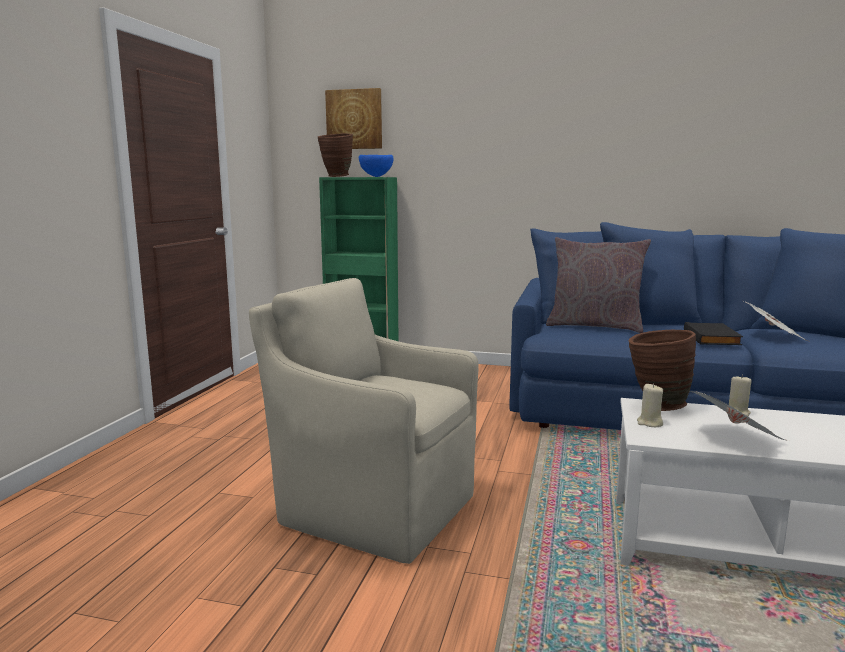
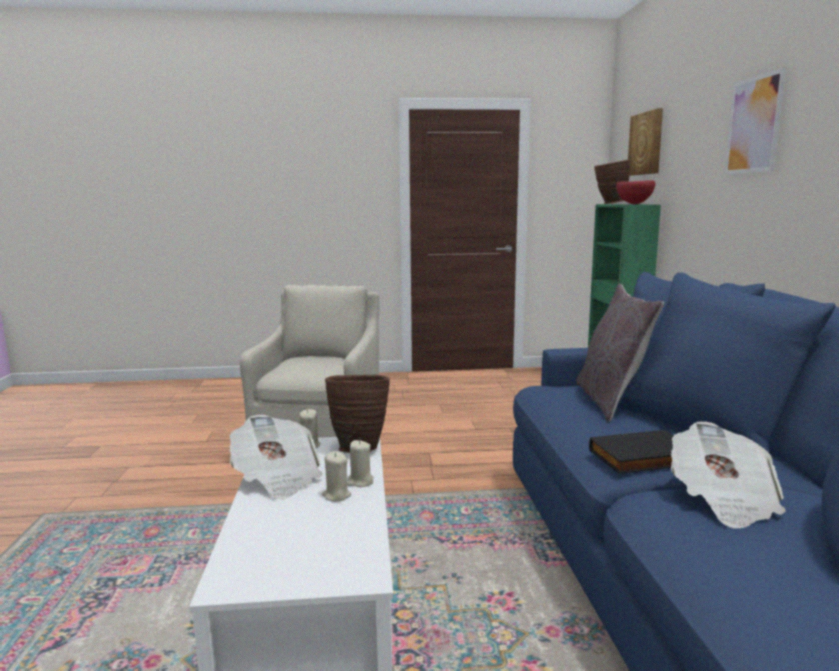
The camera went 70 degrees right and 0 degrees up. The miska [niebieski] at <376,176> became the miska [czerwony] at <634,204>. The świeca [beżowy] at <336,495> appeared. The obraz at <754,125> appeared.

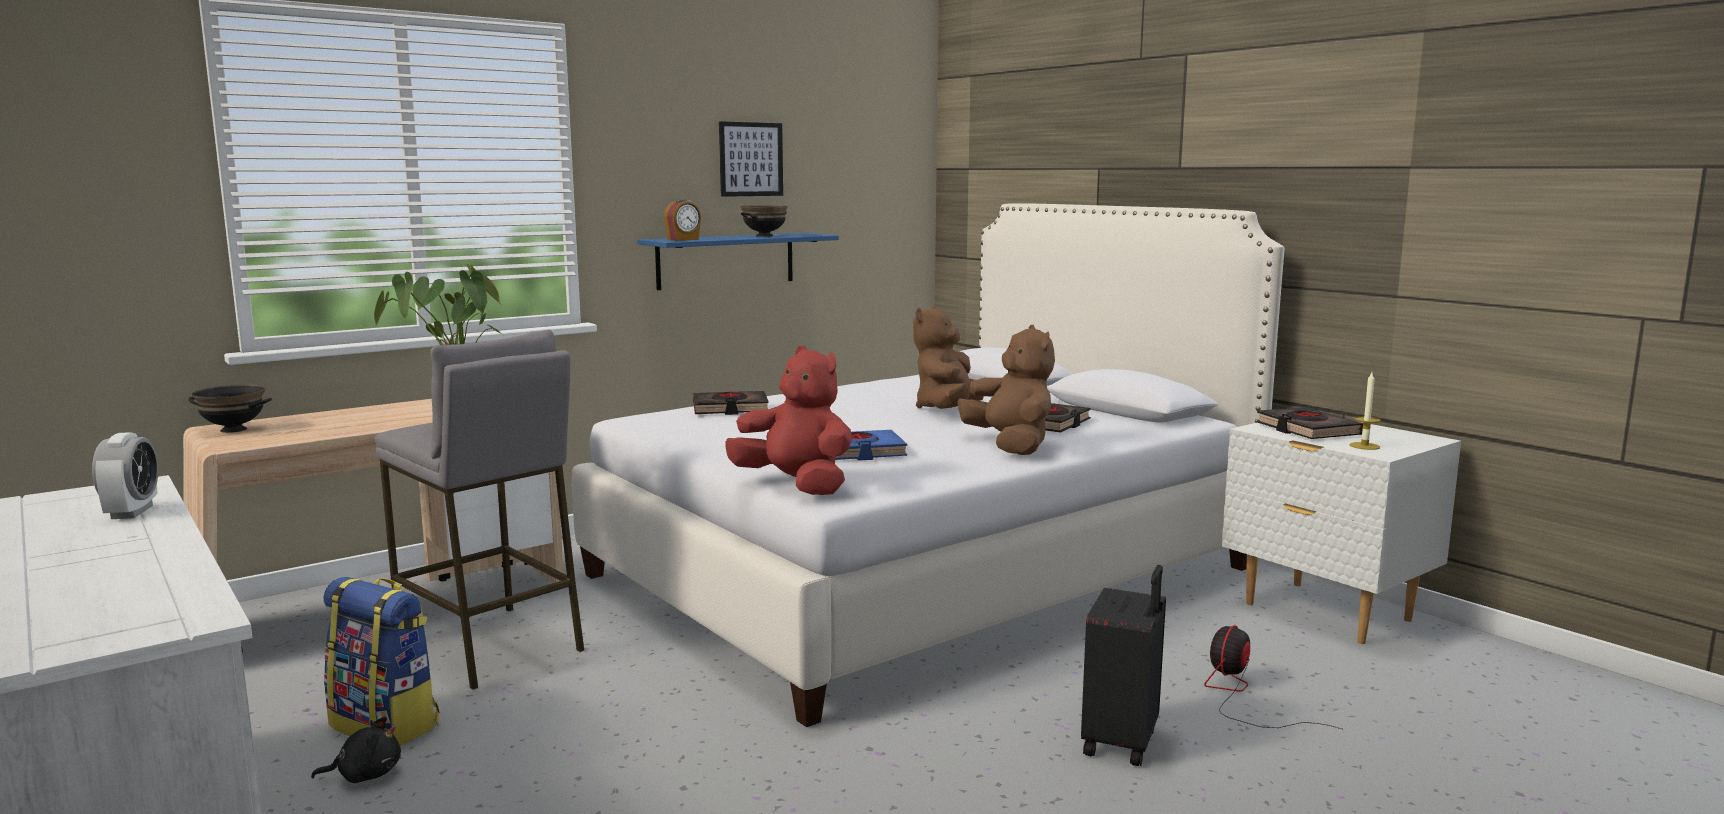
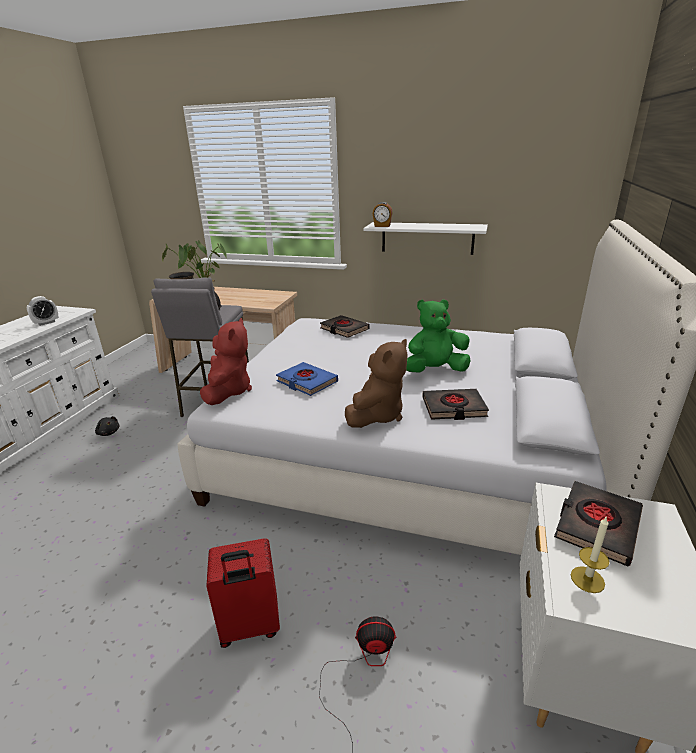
The camera went 55 degrees right and 15 degrees up. The plecak at <387,725> disappeared. The półka [niebieski] at <726,260> became the półka [biały] at <427,238>. The obraz at <751,159> disappeared. The miska [czarny] at <764,236> disappeared. The pluszak [brązowy] at <948,410> became the pluszak [zielony] at <435,370>. The walizka [czarny] at <1122,742> became the walizka [czerwony] at <250,627>.

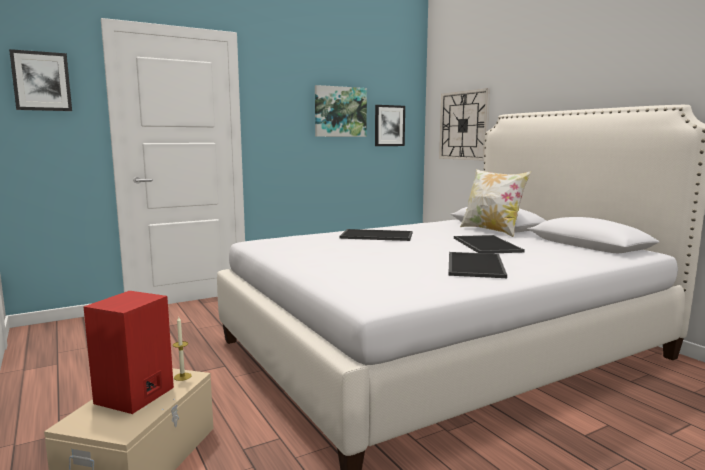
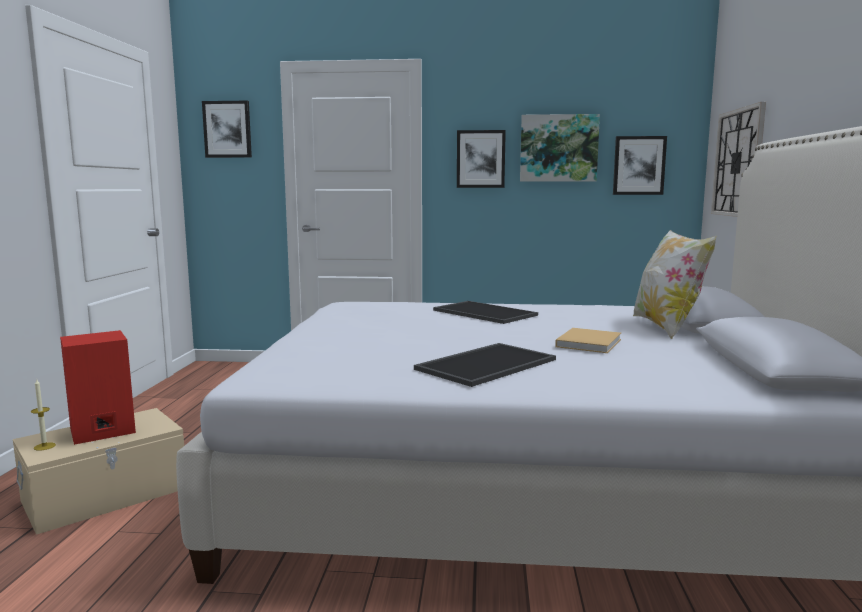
The camera went 35 degrees right and 0 degrees up. The świeca moved from <182,376> to <44,446>. The taca at <485,244> was replaced by the książka [beżowy] at <589,342>. The obraz at <480,159> appeared.

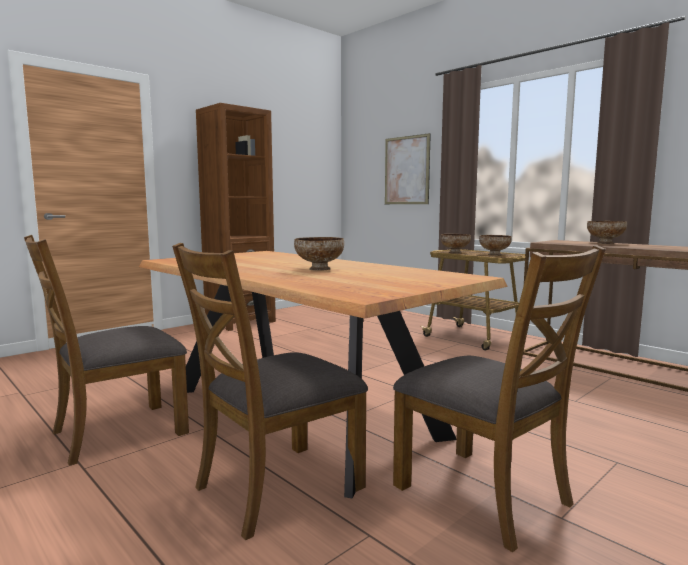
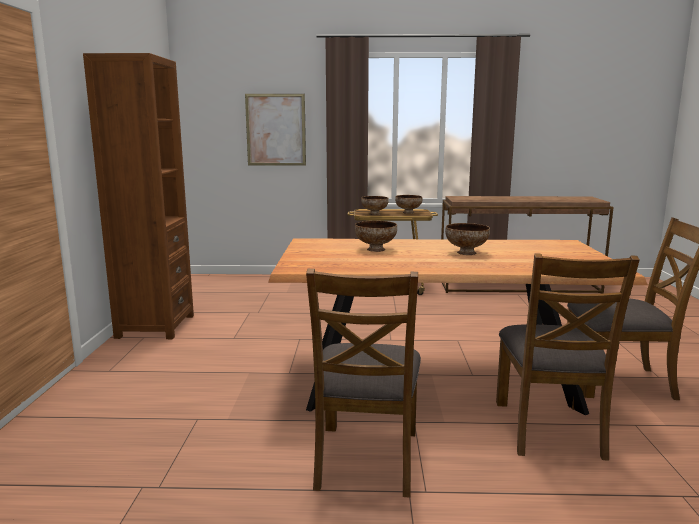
The camera went 45 degrees left and 5 degrees up. The miska moved from <605,243> to <375,249>.

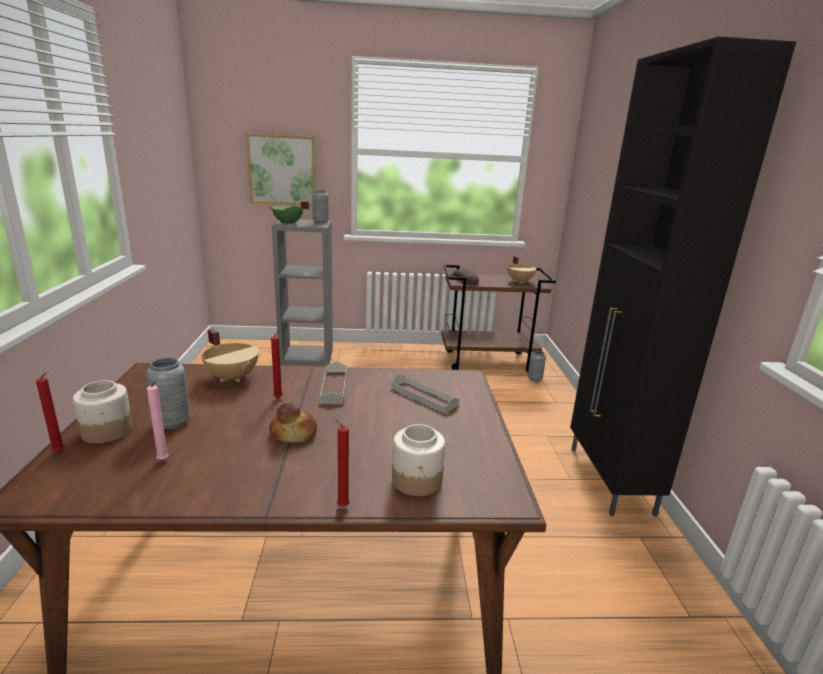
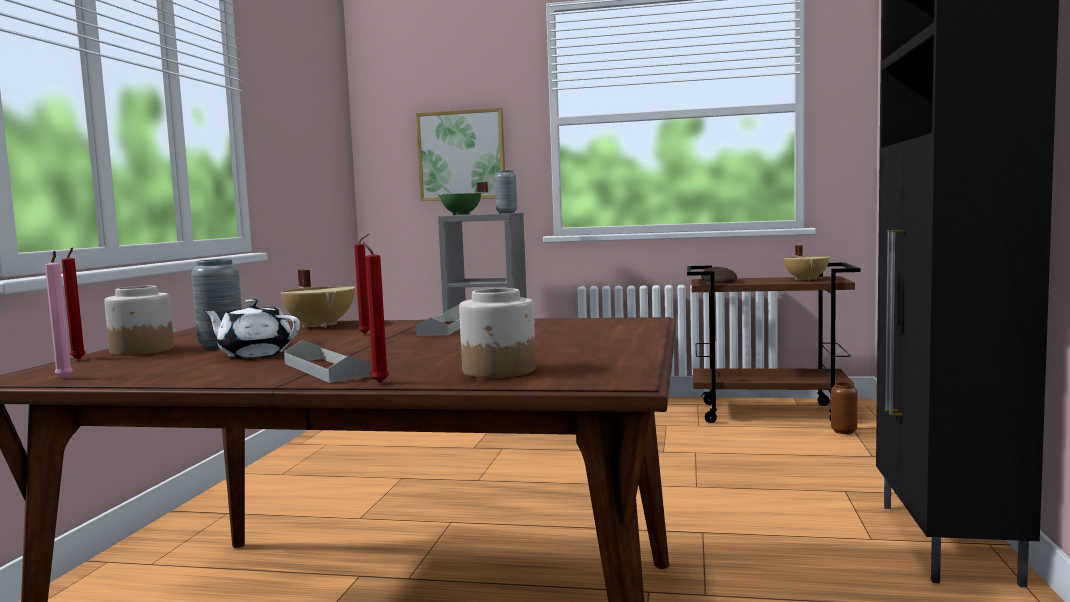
The camera went 15 degrees right and 15 degrees down. The świeca [różowy] moved from <164,461> to <65,378>. The chleb at <294,433> disappeared. The taca [szary] moved from <423,396> to <325,369>. The wazon [szary] at <534,379> became the wazon [brązowy] at <843,431>. The imbryk [biały] at <254,354> appeared.

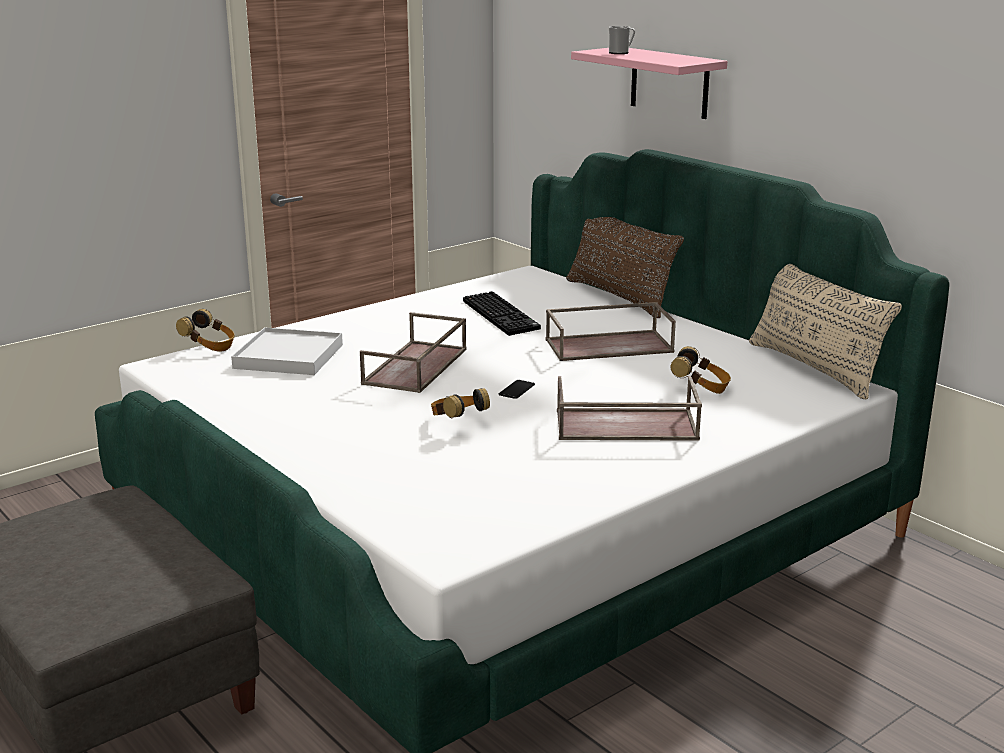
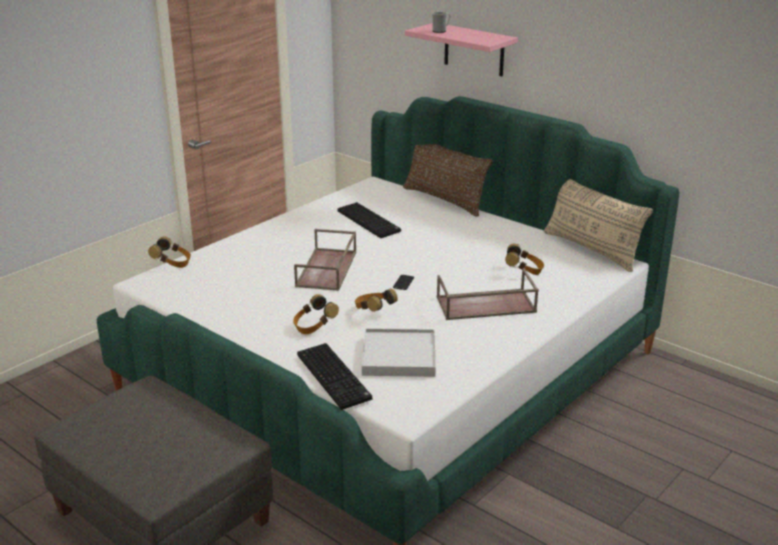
The camera went 10 degrees left and 5 degrees up. The taca [biały] moved from <288,356> to <398,356>. The taca [brązowy] at <610,345> disappeared. The słuchawki at <314,327> appeared. The klawiatura at <335,377> appeared.

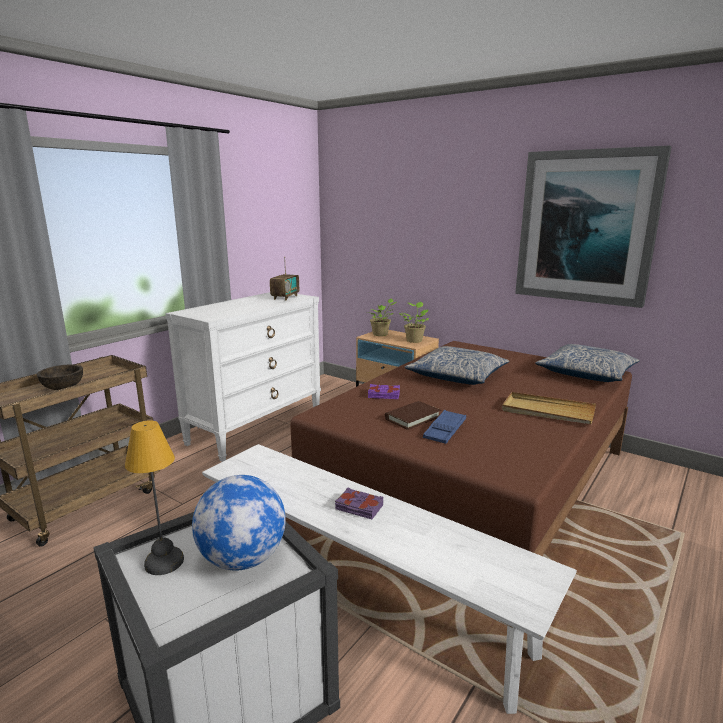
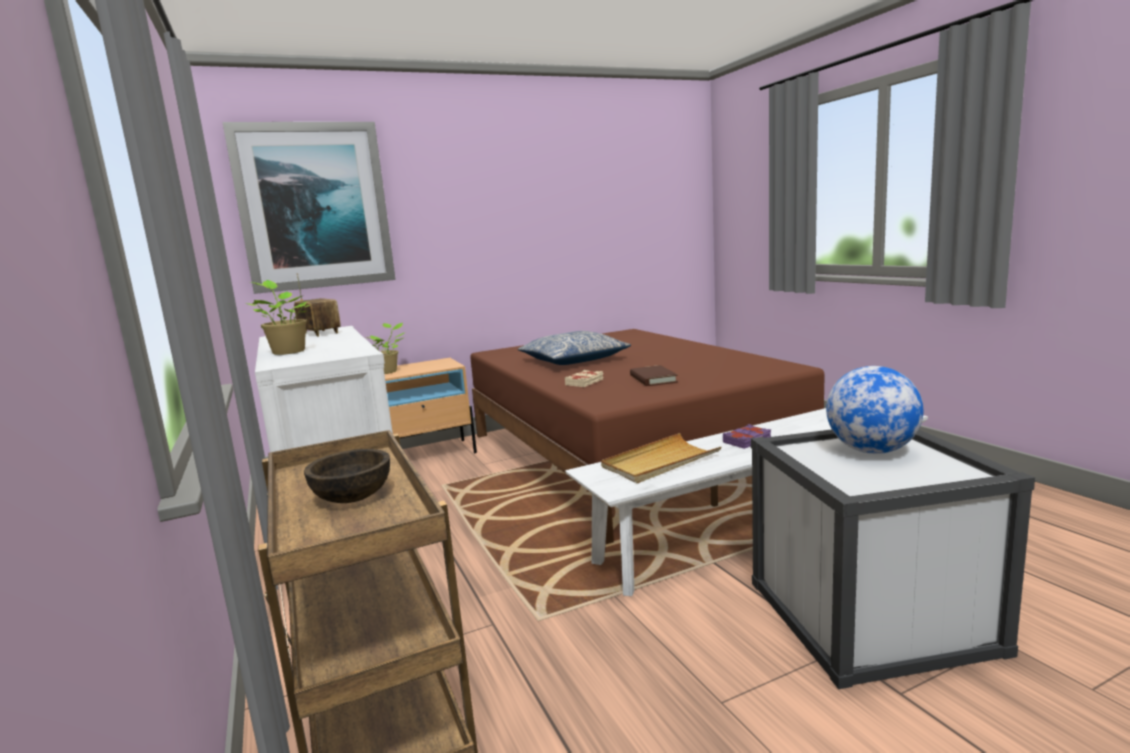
The camera went 60 degrees left and 5 degrees down. The lampa stołowa at <163,562> disappeared. The książka [fioletowy] at <384,395> became the książka [beżowy] at <585,382>. The roślina doniczkowa moved from <414,340> to <288,351>. The taca [niebieski] at <445,430> disappeared. The taca [beżowy] moved from <547,411> to <660,462>. The obraz moved from <586,227> to <314,207>. The poduszka at <586,373> disappeared.

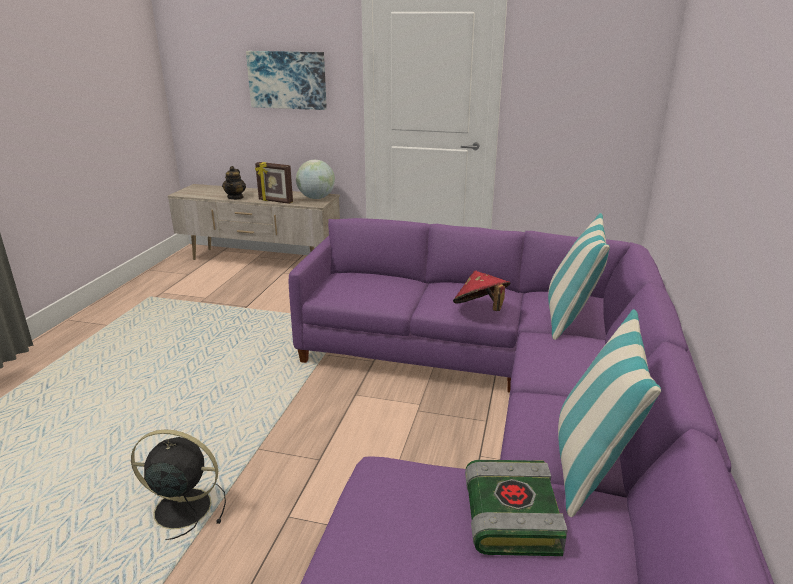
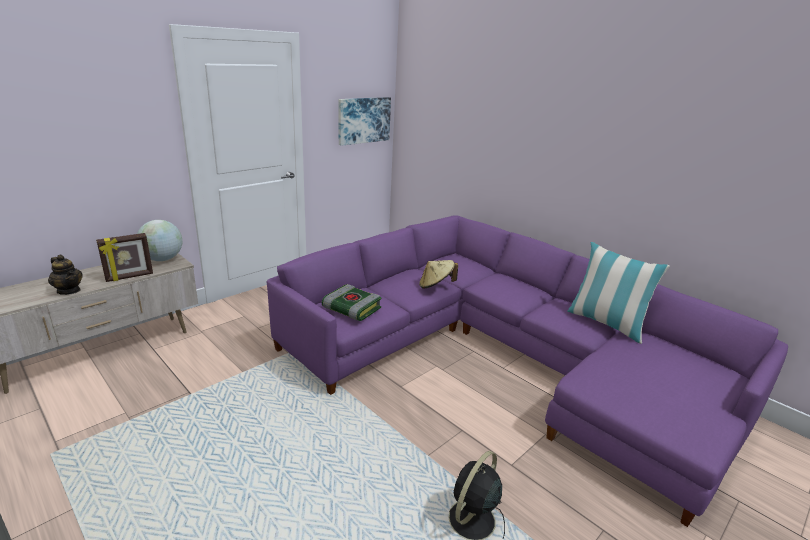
The camera went 60 degrees left and 0 degrees up. The obraz moved from <287,80> to <363,120>. The kapelusz [czerwony] at <480,309> became the kapelusz [beżowy] at <436,285>. The książka moved from <509,515> to <350,309>. The poduszka at <570,317> disappeared.

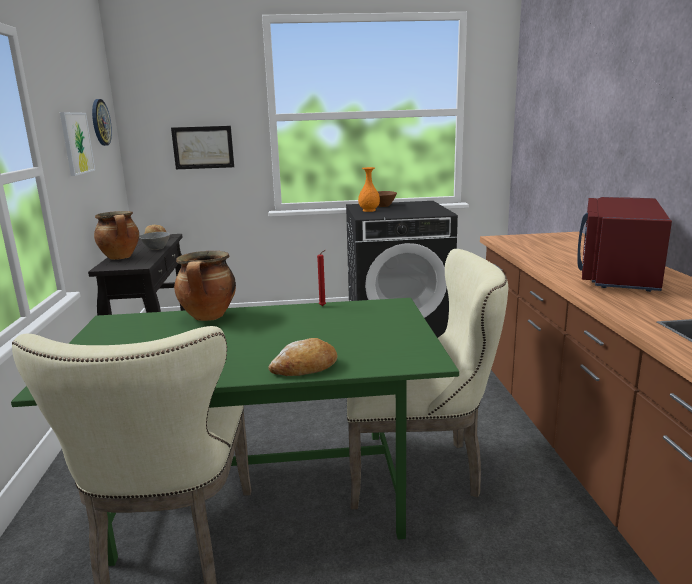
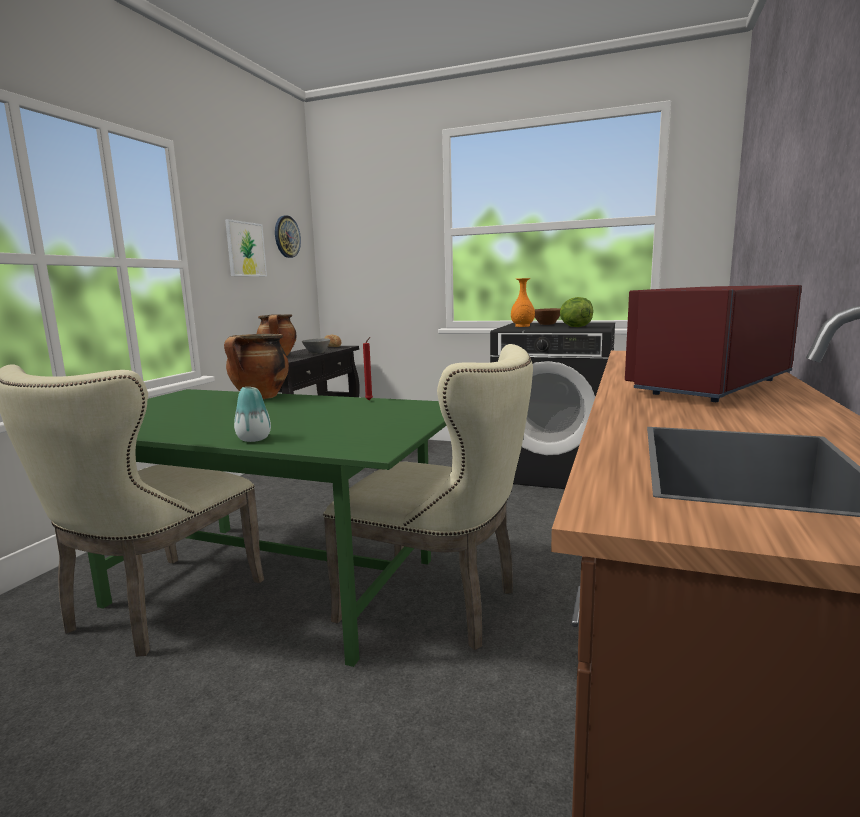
The camera went 25 degrees right and 5 degrees down. The obraz at <203,147> disappeared. The chleb at <305,367> was replaced by the wazon at <254,439>. The sałata at <575,327> appeared.

